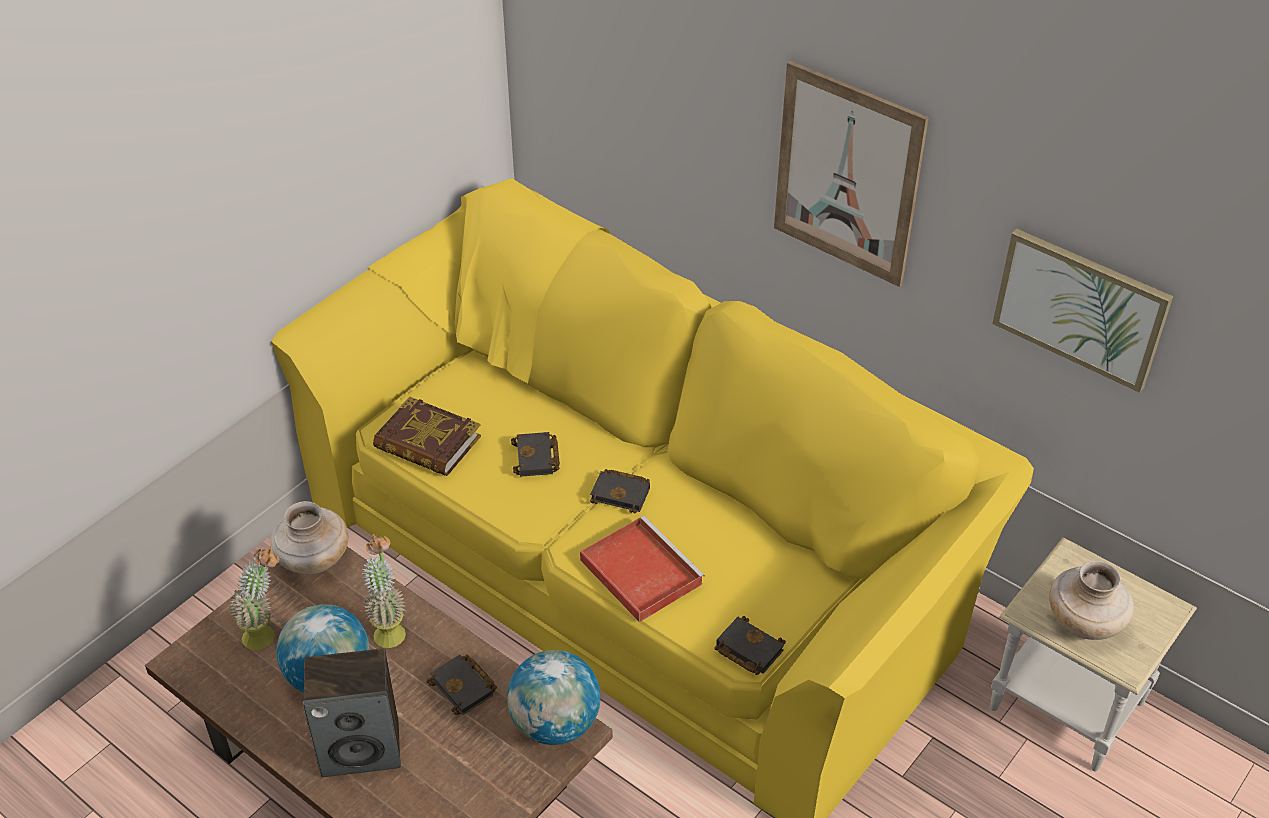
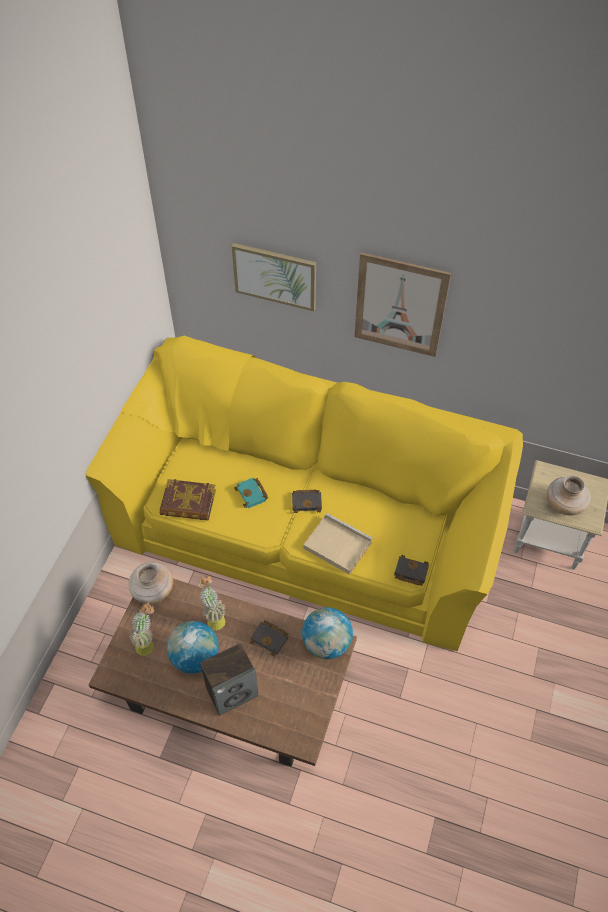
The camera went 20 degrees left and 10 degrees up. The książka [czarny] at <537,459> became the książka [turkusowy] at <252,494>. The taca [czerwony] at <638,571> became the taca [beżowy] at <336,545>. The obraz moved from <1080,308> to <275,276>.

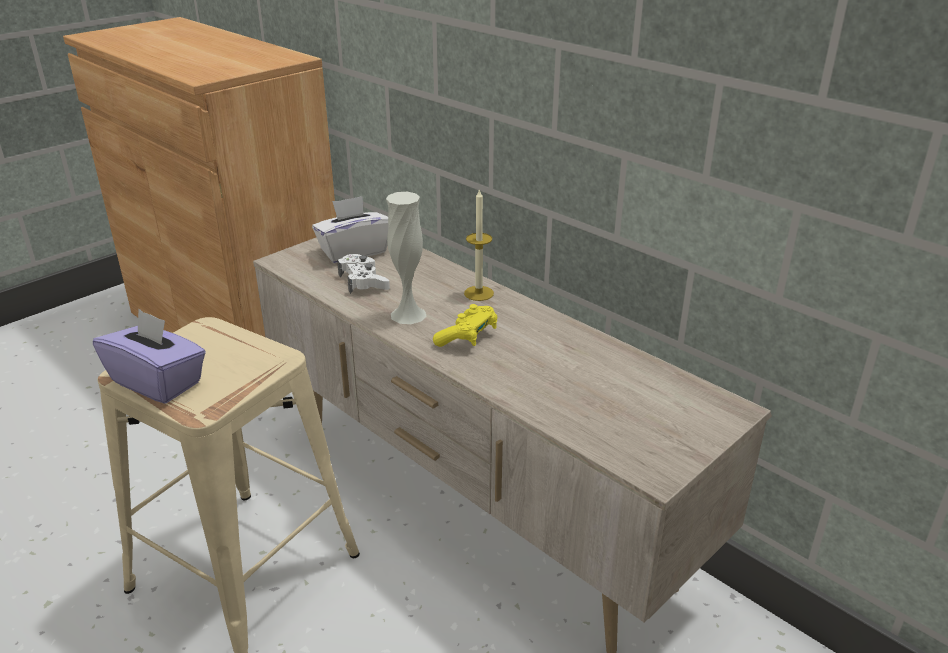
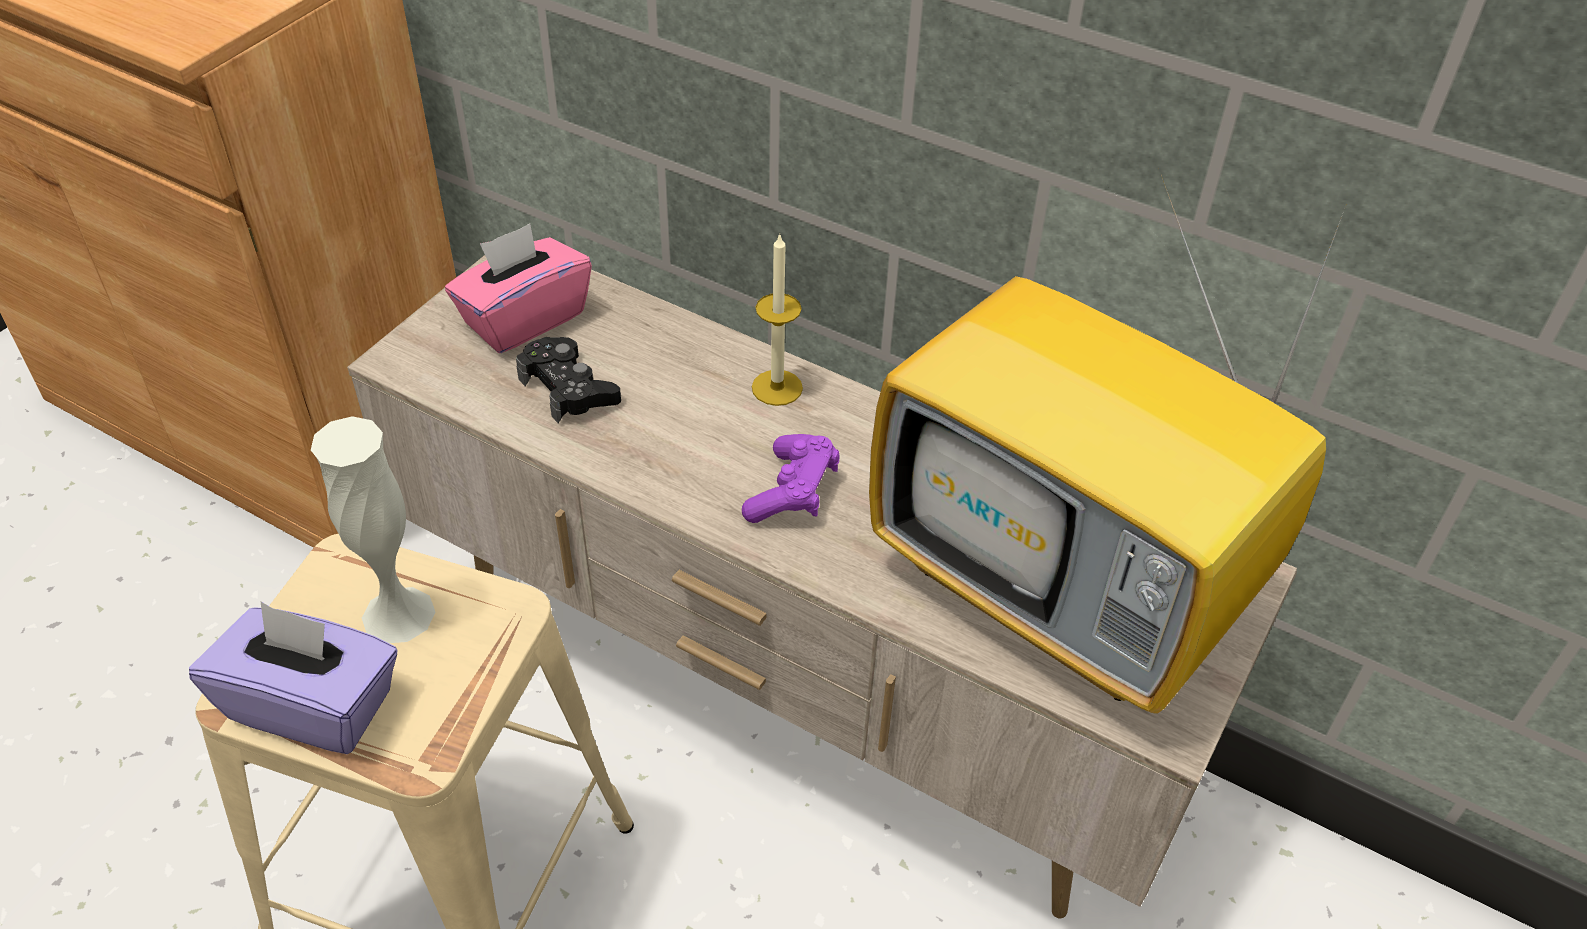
The camera went 15 degrees left and 15 degrees up. The pudełko chusteczek [biały] at <353,251> became the pudełko chusteczek [różowy] at <524,318>. The pad do gier [biały] at <363,281> became the pad do gier [czarny] at <568,389>. The wazon [biały] moved from <408,315> to <398,614>. The pad do gier [żółty] at <467,337> became the pad do gier [fioletowy] at <793,492>. The telewizor at <1068,593> appeared.

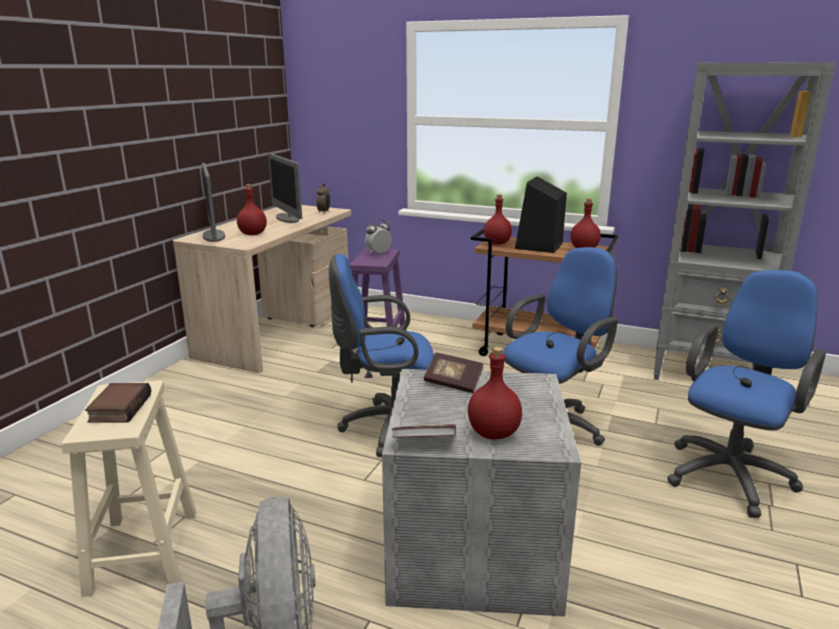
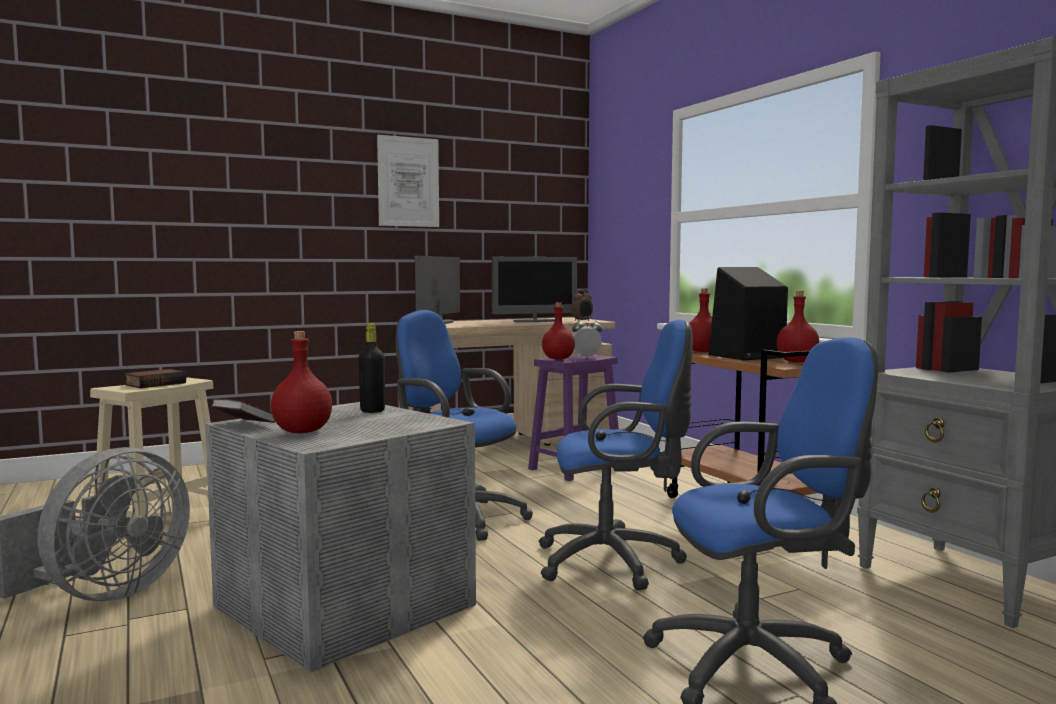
The camera went 40 degrees right and 15 degrees down. The butelka [czerwony] moved from <252,234> to <557,359>. The monitor at <287,218> turned 120 degrees counterclockwise. The książka at <453,383> was replaced by the butelka [czarny] at <372,411>. The obraz at <408,182> appeared.

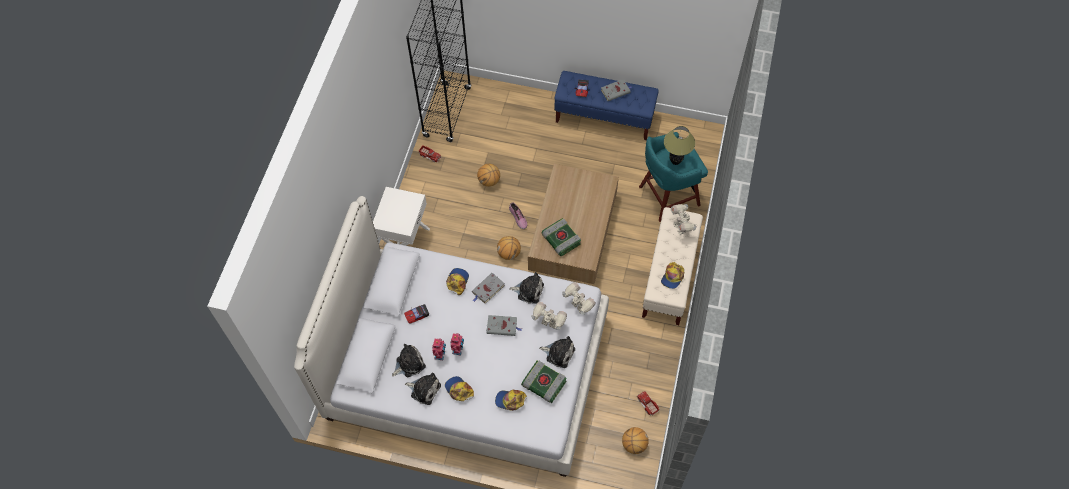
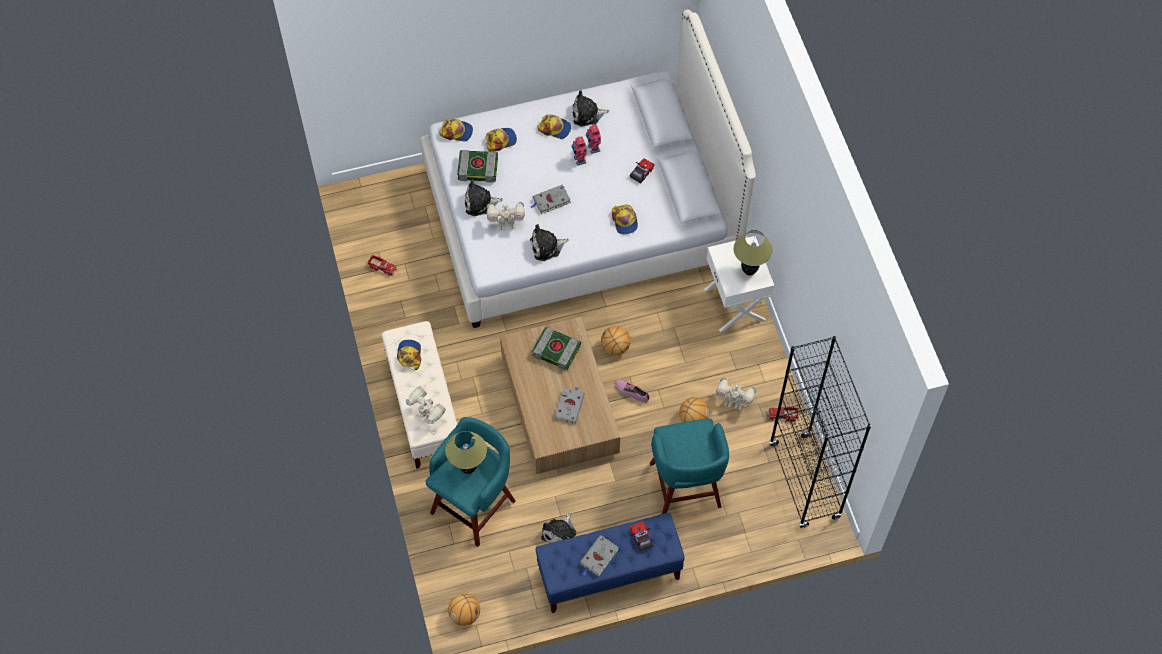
The camera went 150 degrees right and 0 degrees up. The pluszak moved from <409,364> to <560,533>. The książka [szary] moved from <487,290> to <569,405>. The robot zabawkowy moved from <578,307> to <734,402>. The piłka do koszykówki moved from <634,444> to <465,614>. The czapka z daszkiem at <456,131> appeared. The stołek [turkusowy] at <685,487> appeared. The lampa stołowa at <749,271> appeared.

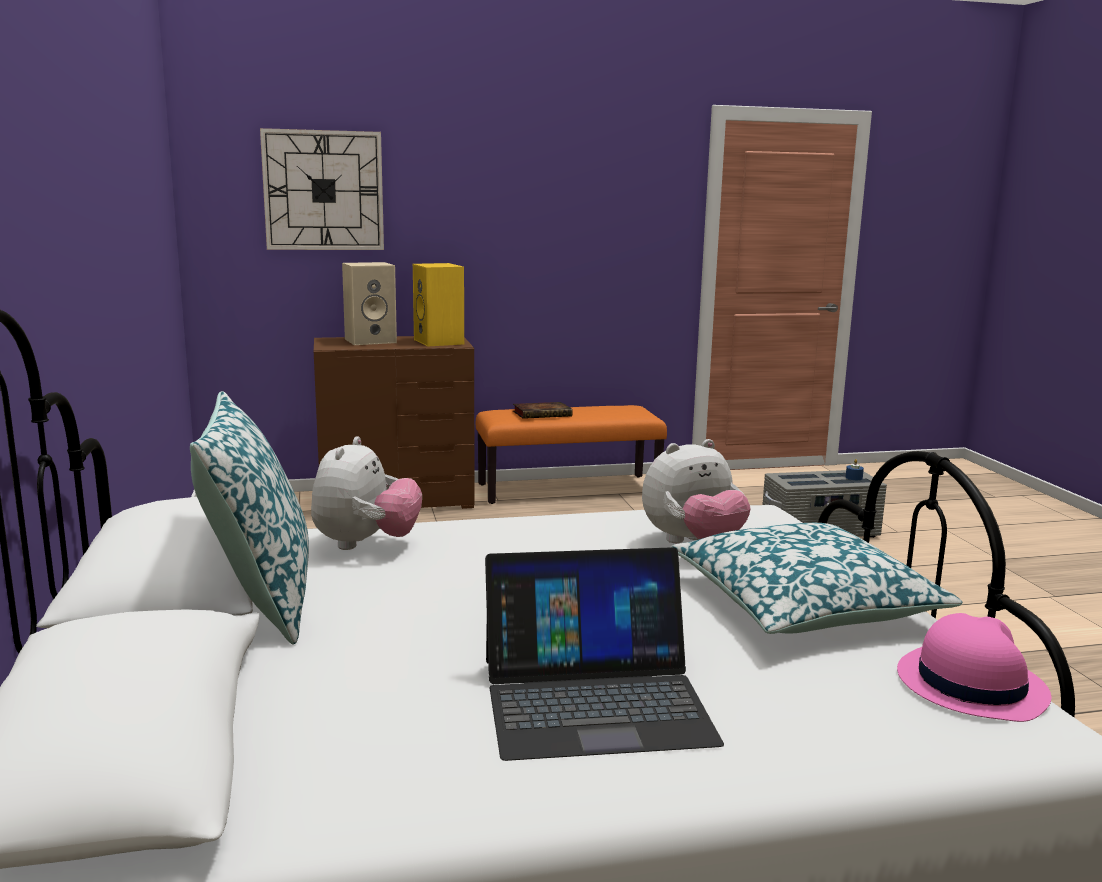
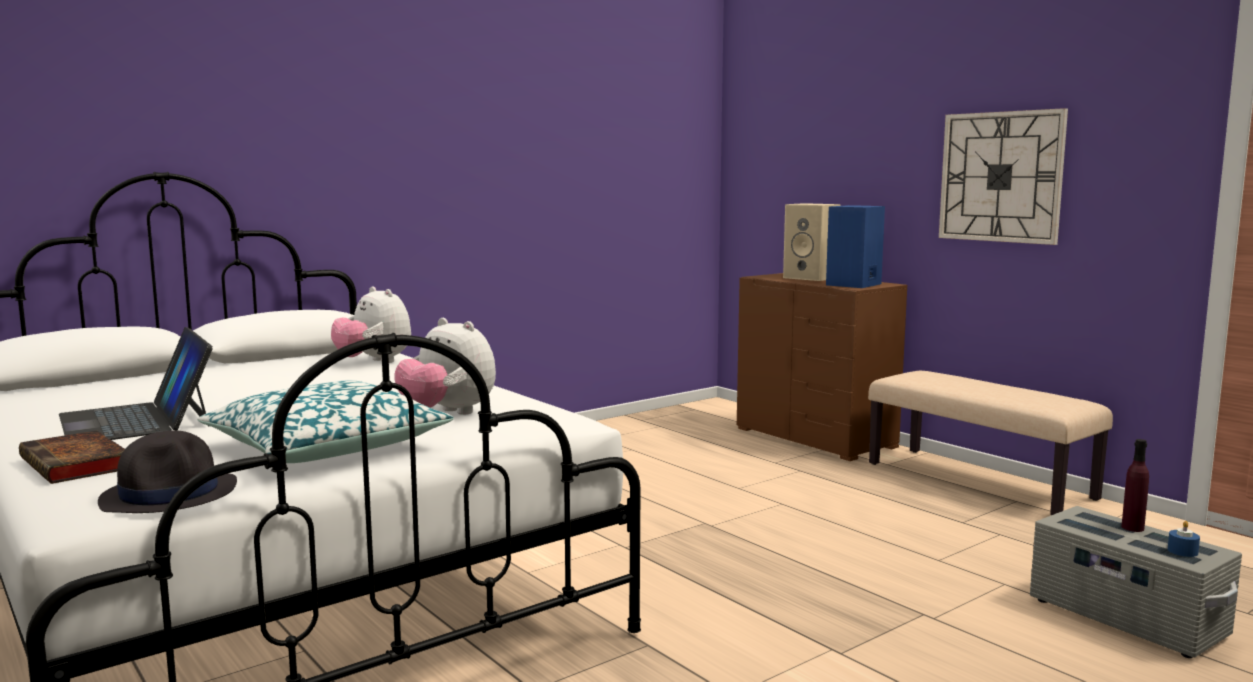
The camera went 65 degrees right and 5 degrees down. The poduszka at <261,600> disappeared. The zegar ścienny moved from <323,190> to <1000,177>. The pluszak at <366,544> turned 60 degrees clockwise. The głośnik [żółty] at <440,342> became the głośnik [niebieski] at <854,285>. The ławka [pomarańczowy] at <568,489> became the ławka [beżowy] at <979,481>. The książka moved from <543,414> to <78,465>. The kapelusz [różowy] at <970,684> became the kapelusz [czarny] at <170,494>. The butelka [fioletowy] at <1132,528> appeared.

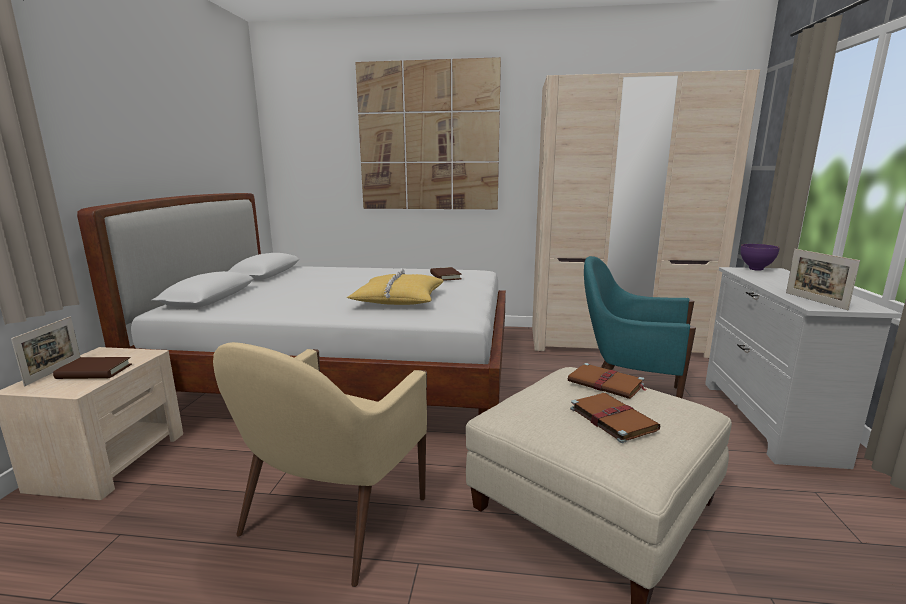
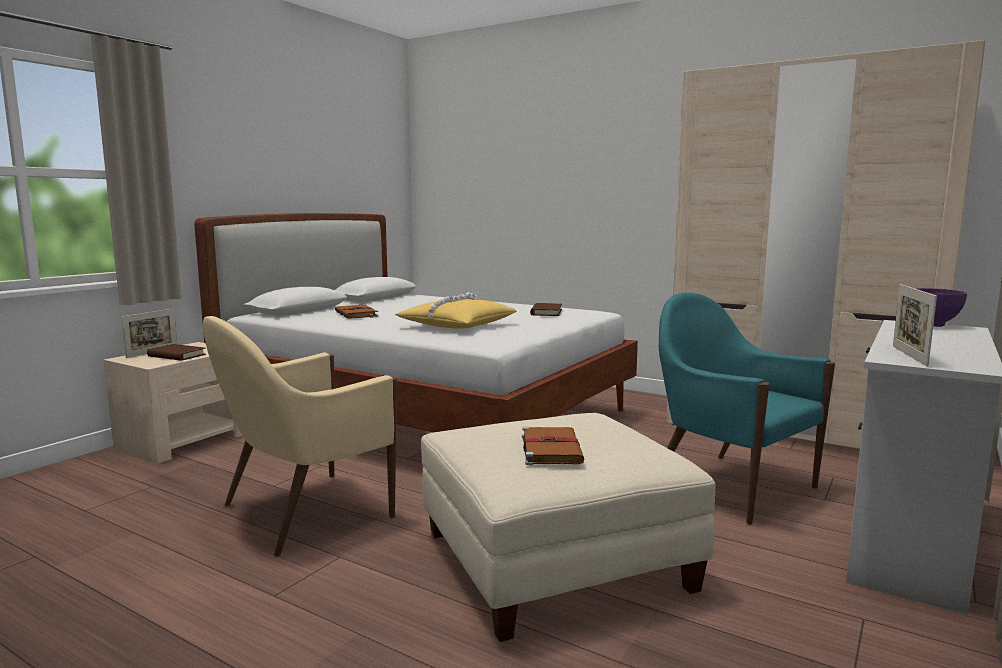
The camera went 25 degrees right and 5 degrees down. The obraz at <428,137> disappeared. The książka [brązowy] moved from <606,384> to <356,314>.

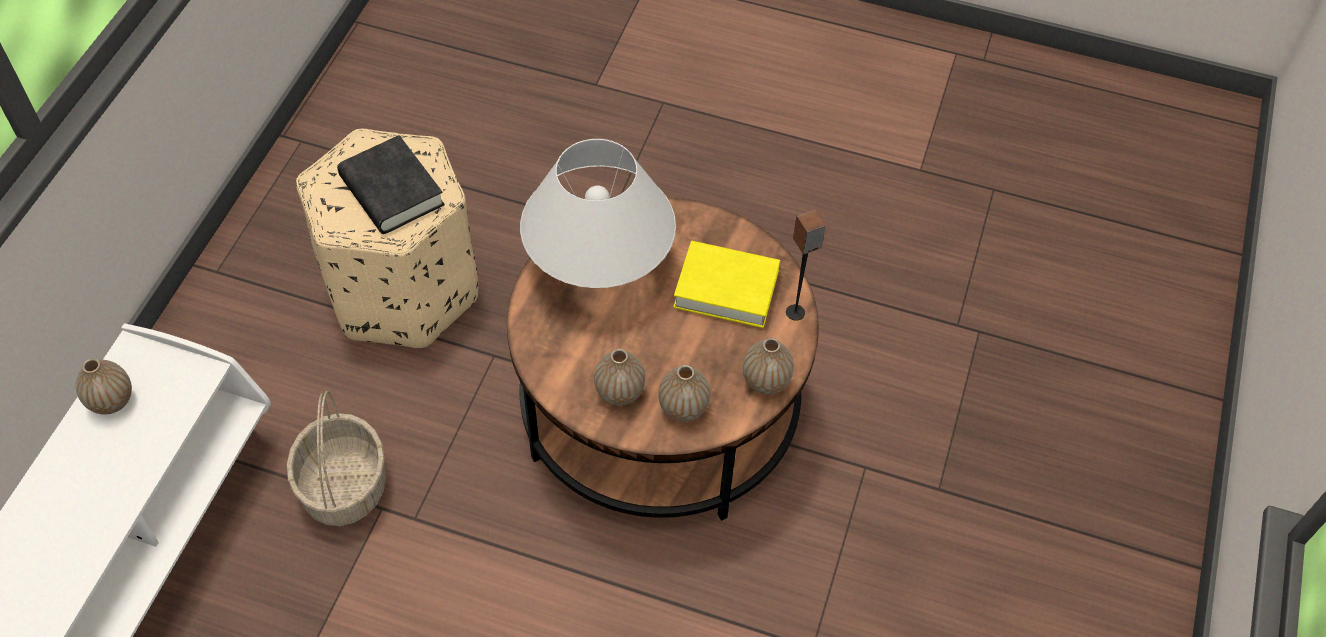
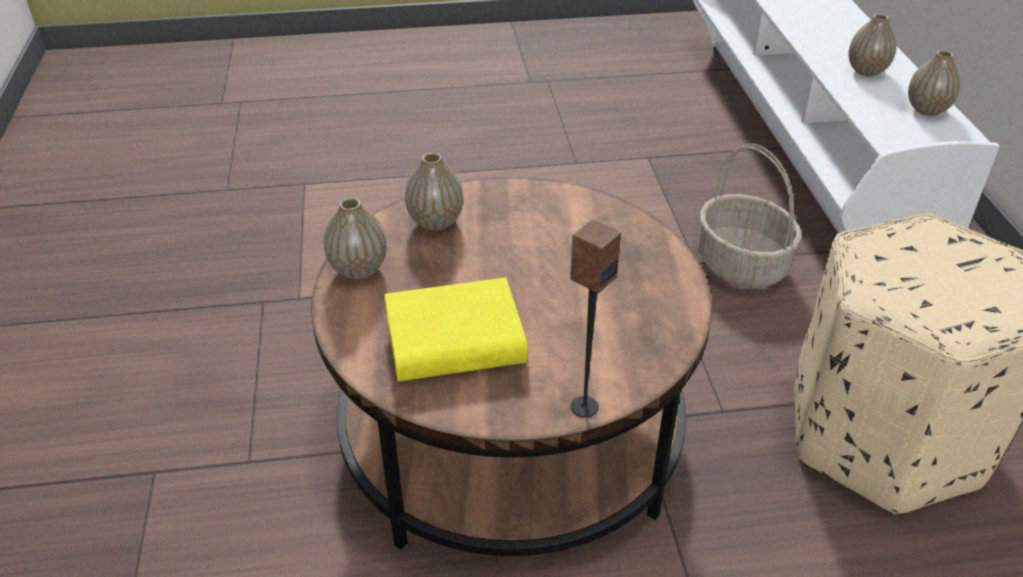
The camera went 155 degrees right and 15 degrees down. The książka [czarny] at <391,191> disappeared. The lampa stołowa [biały] at <598,264> disappeared. The wazon moved from <619,392> to <866,71>. The głośnik moved from <795,313> to <584,406>.

